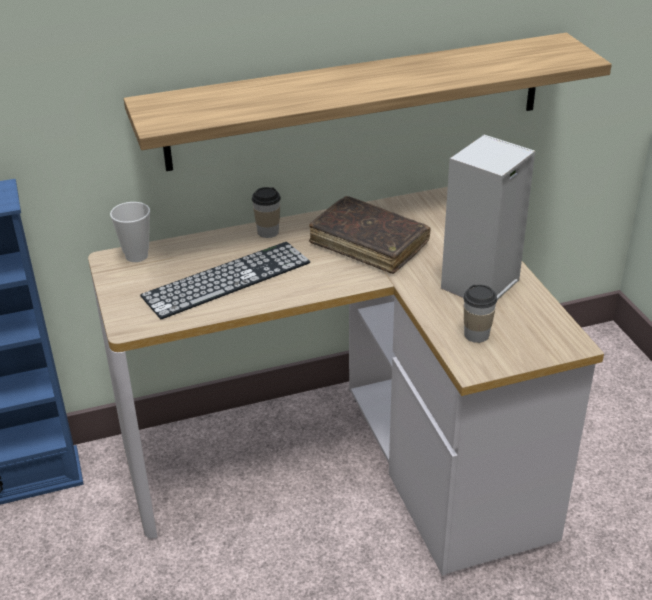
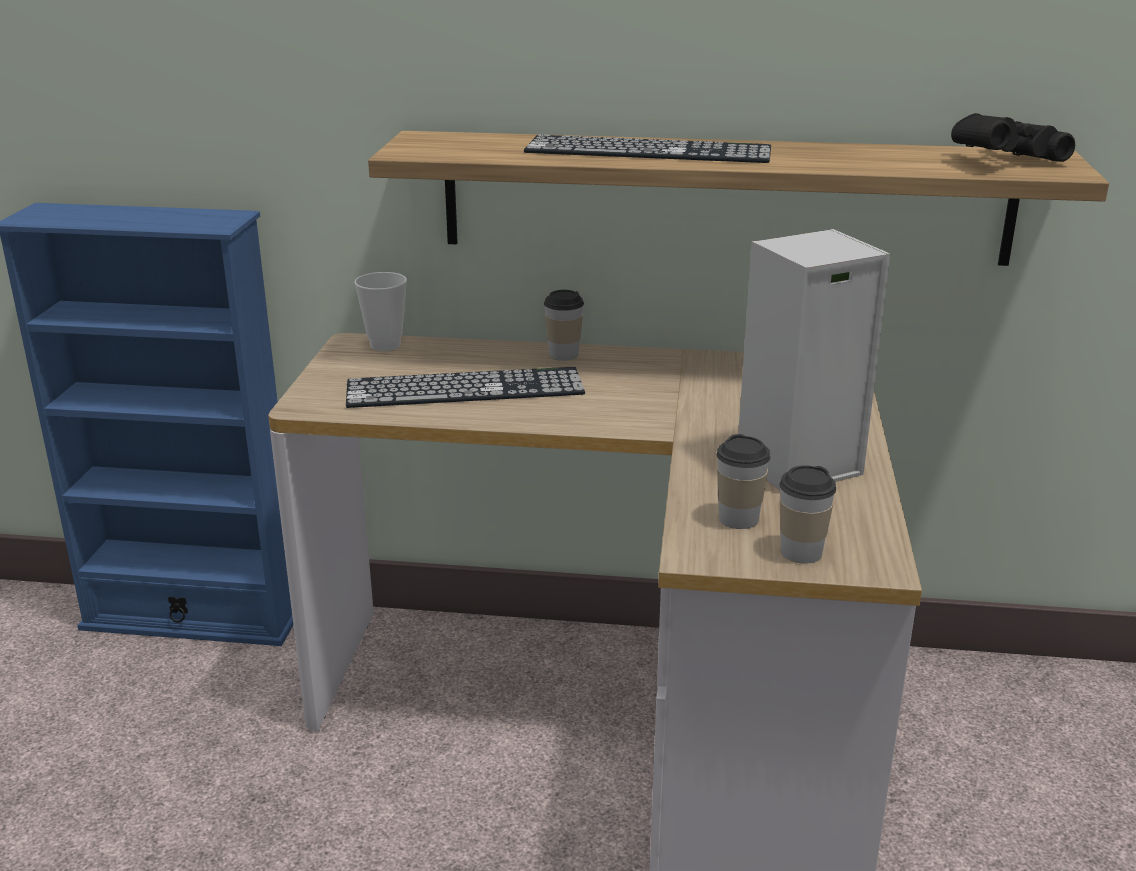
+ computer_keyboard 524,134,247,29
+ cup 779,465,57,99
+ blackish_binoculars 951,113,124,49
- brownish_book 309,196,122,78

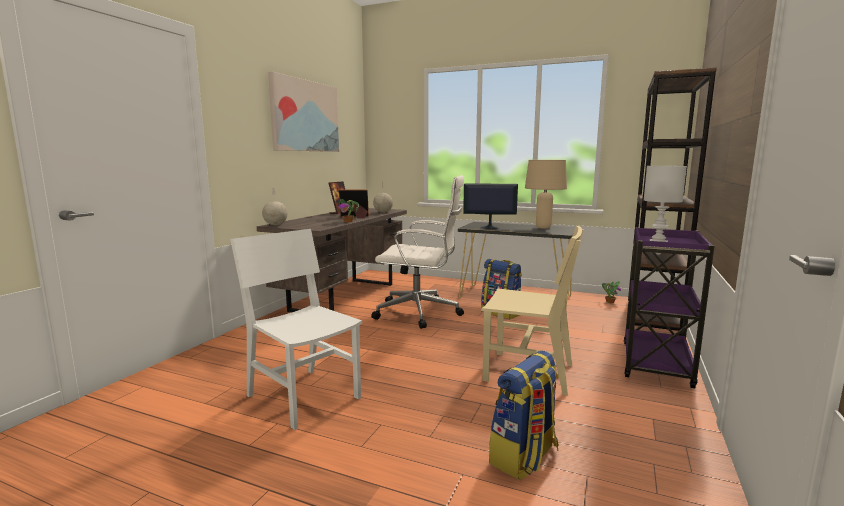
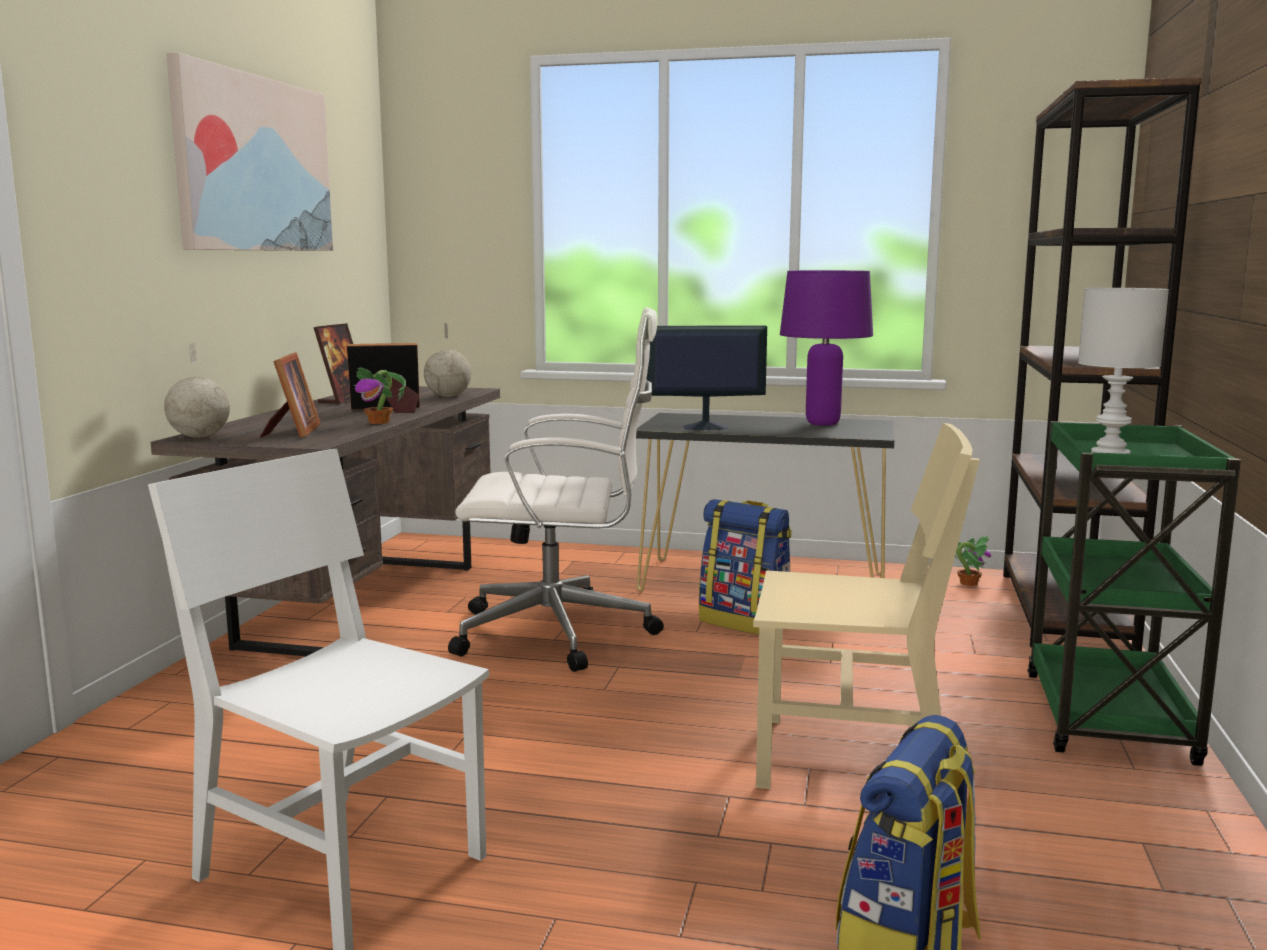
+ standing_frame 260,352,61,86
~ beige_tabletop_lamp 525,160,42,69 to purple_tabletop_lamp 780,270,93,156
~ purple_cart 624,227,90,161 to greenish_cart 1027,421,214,345

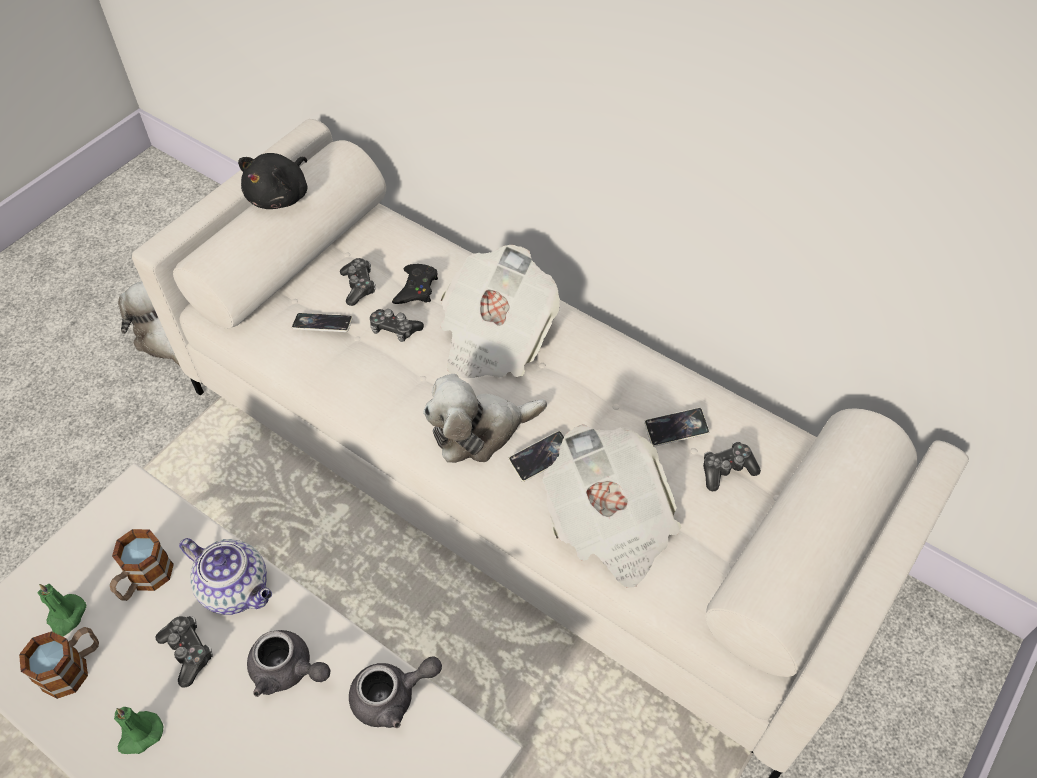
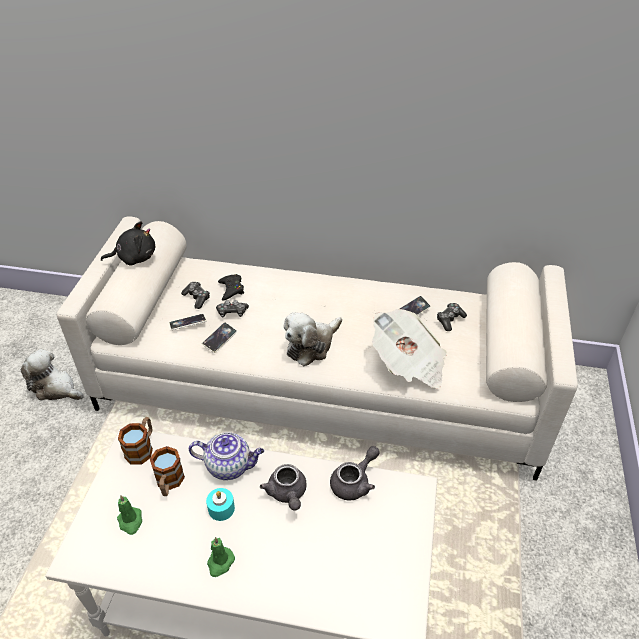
~ blackish_soft_toy 238,153,69,56 = 101,221,54,44 105 degrees counterclockwise
~ tea_mug 19,627,80,72 to 118,417,35,48
~ handset 508,431,56,51 to 202,322,35,31
~ game_controller 155,616,58,72 to blue-green_wax_candle 206,488,29,33
~ grey_pot_for_tea 247,630,83,67 = 260,464,47,47 75 degrees clockwise
- daily_paper 440,245,120,133

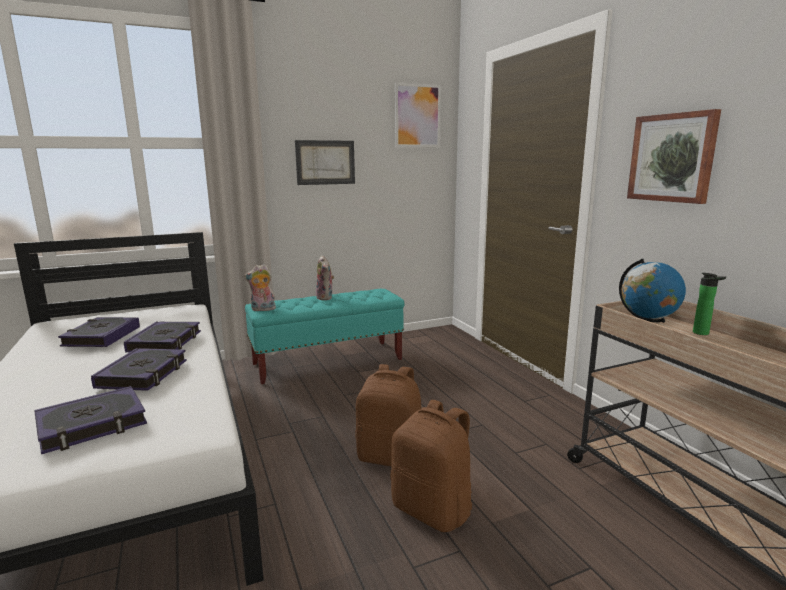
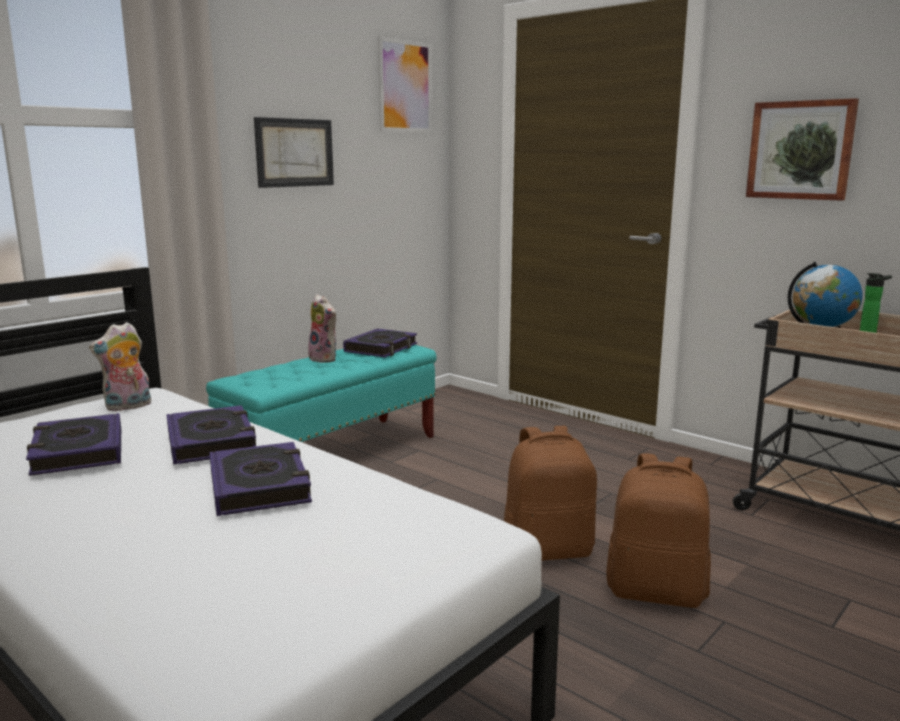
~ soft_toy 244,264,32,47 to 89,322,62,89
~ book 35,386,112,68 to 343,328,74,29

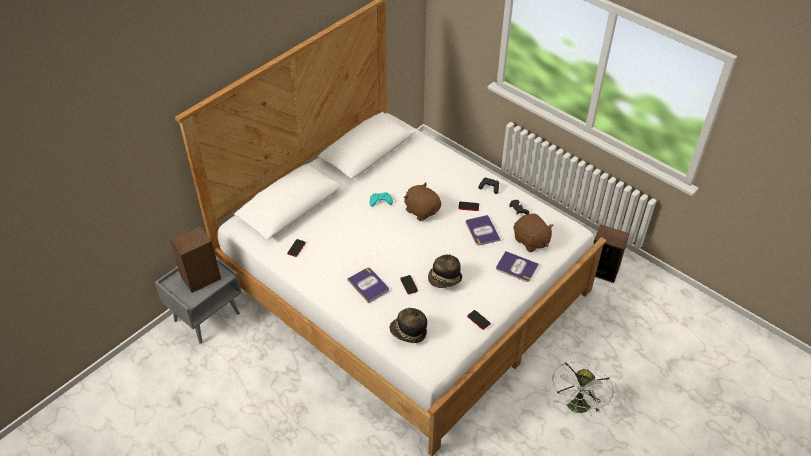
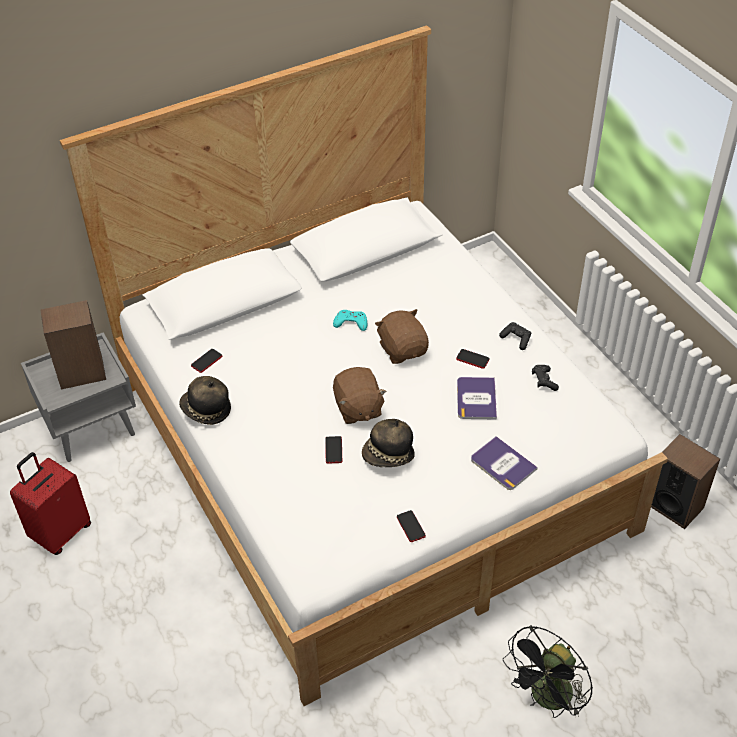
+ reddish_piece_of_luggage 10,452,81,103
~ clothing_hat 389,308,38,35 to 179,376,52,49
~ brownish_soft_toy 513,214,41,38 to 333,367,54,57
~ whitish_electric_fan 550,362,64,54 to blackish_electric_fan 503,625,90,93
- book 347,268,42,35

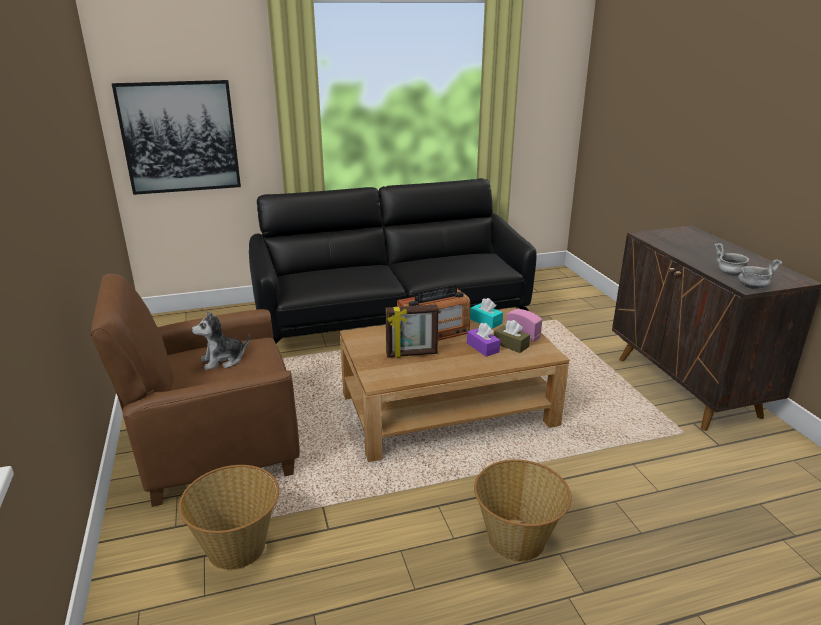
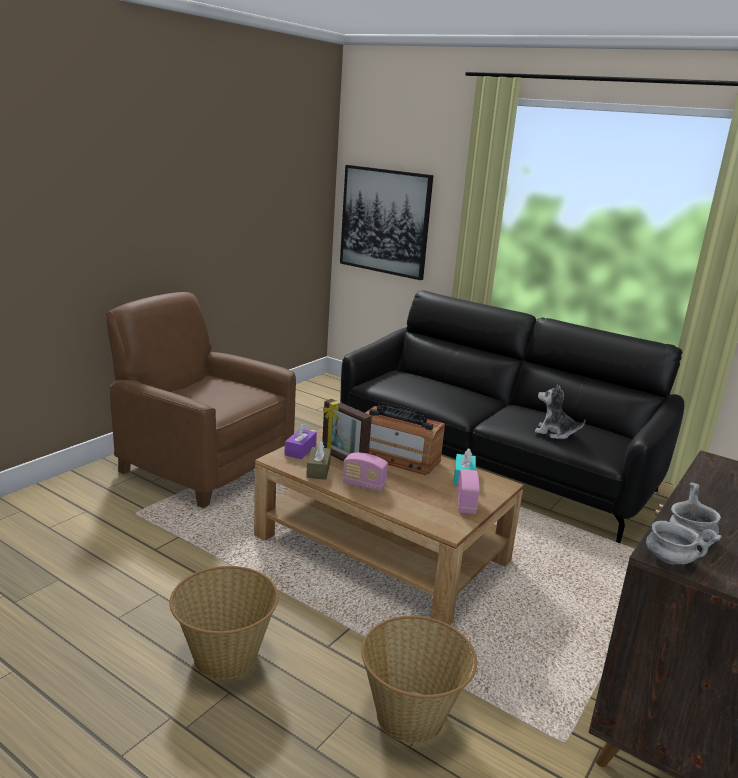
~ purple_tissue_holder 467,323,33,34 to 284,423,33,36
~ brownish_tissue_holder 494,320,36,33 to 306,441,25,39
+ radio_receiver 342,453,46,38
~ storage_basket 179,465,100,105 to 361,616,116,128
~ soft_toy 192,311,58,59 to 535,384,51,55

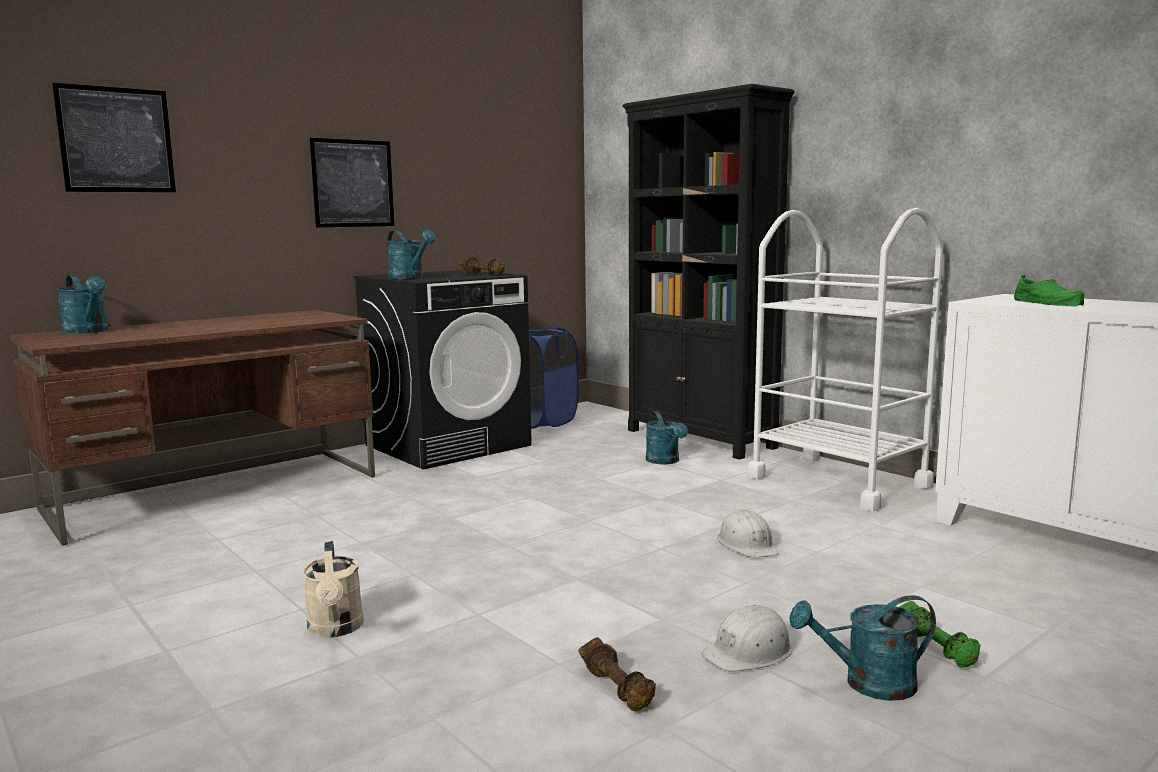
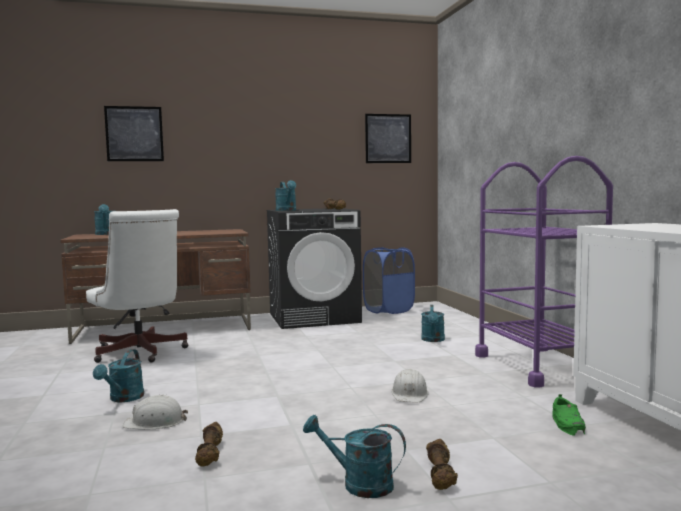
+ whitish_computer_chair 86,209,102,154
~ beige_watering_pot 303,541,61,96 to blue-green_watering_pot 93,349,51,53
~ whitish_hard_hat 702,604,90,68 to 123,395,65,35
~ wall_picture 310,138,84,89 to 365,114,46,49
~ greenish_dumbbell 900,601,81,67 to brownish_dumbbell 426,439,32,51
~ whitish_cart 747,208,197,303 to purple_cart 475,156,138,231
~ greenish_item_of_footwear 1014,275,70,32 to 552,394,34,42
- blackish_bookcase 622,84,173,376

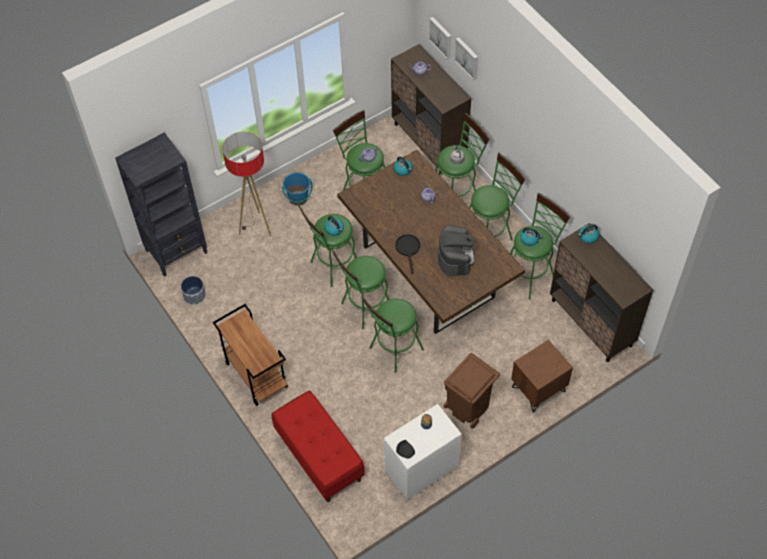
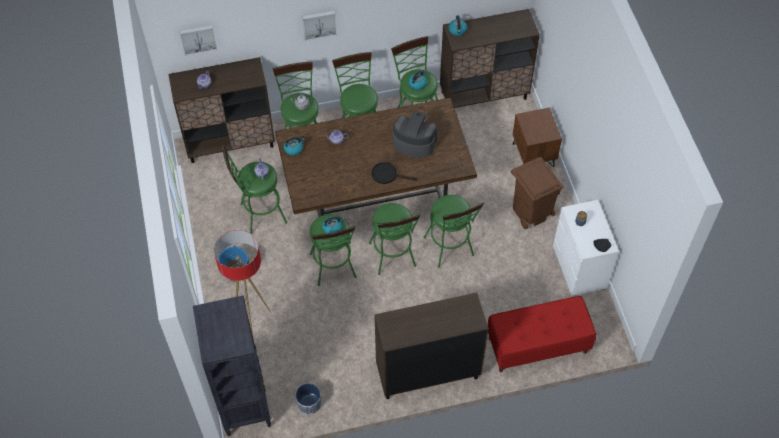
~ wall_picture 454,37,24,43 to 302,11,35,30
~ brownish_cart 213,304,75,102 to brownish_storage_cabinet 374,293,115,106

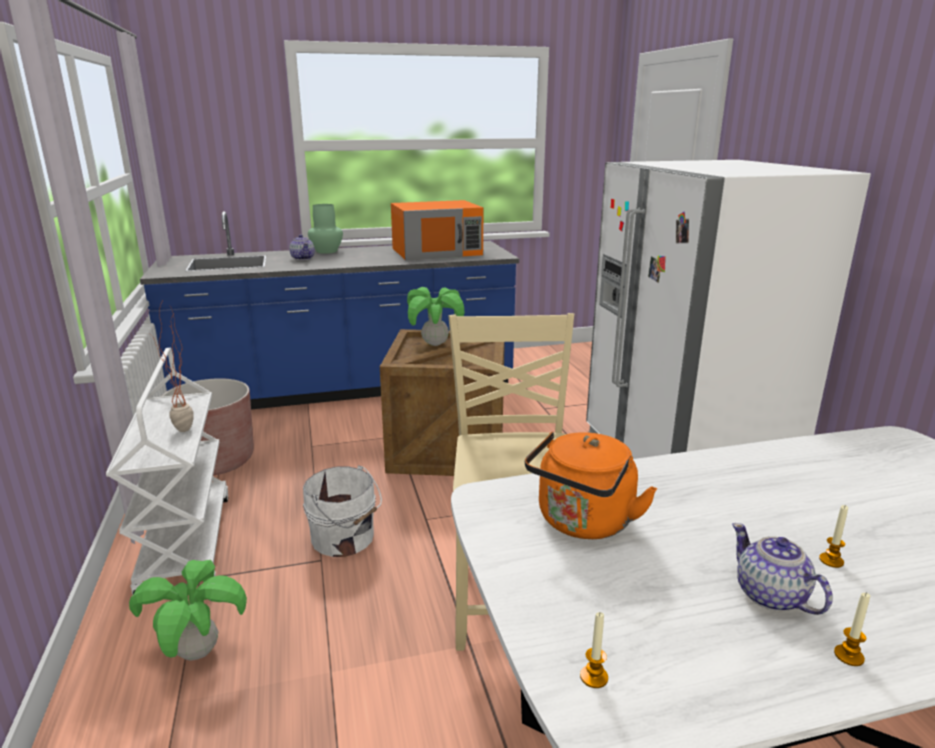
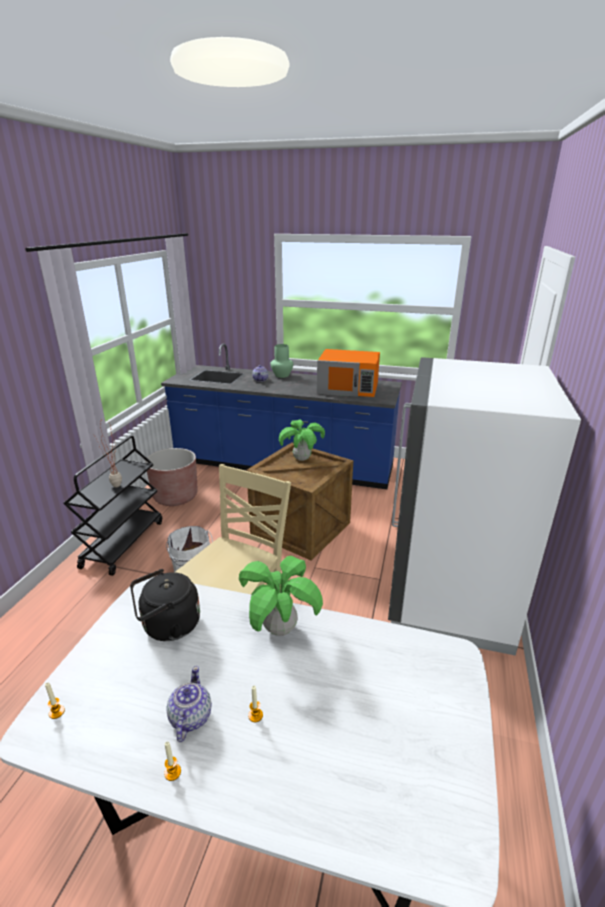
~ whitish_cart 106,348,123,247 to blackish_cart 63,436,99,140
~ orangey_tea_kettle 525,432,132,107 to blackish_tea_kettle 130,569,70,72
~ potted_plant 129,560,118,101 to 239,556,84,80

